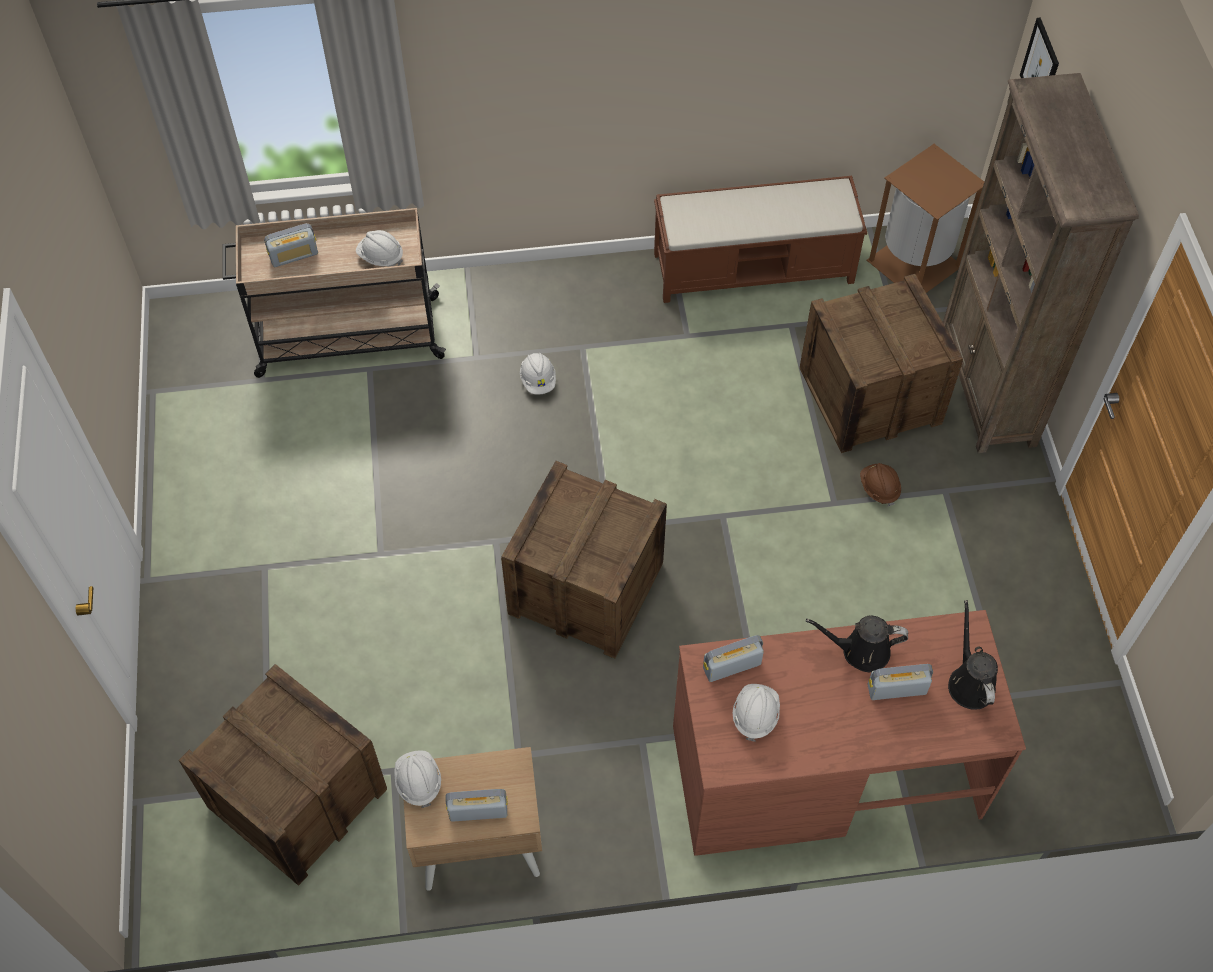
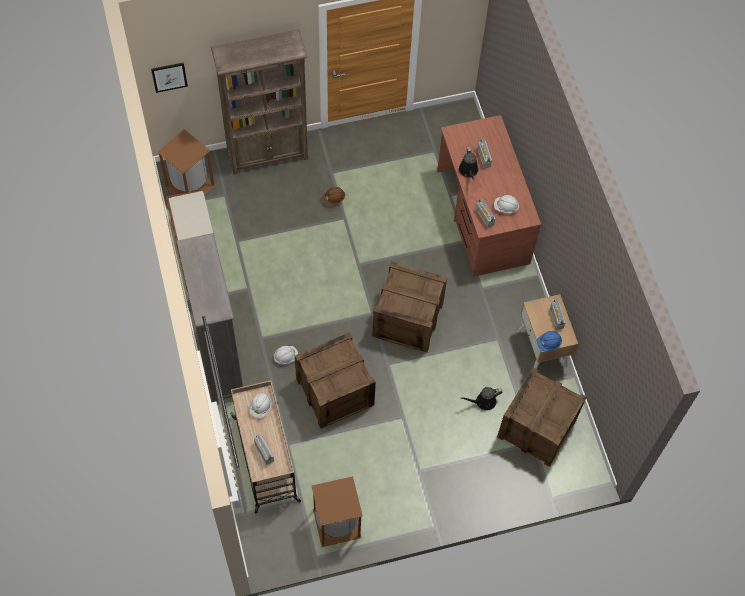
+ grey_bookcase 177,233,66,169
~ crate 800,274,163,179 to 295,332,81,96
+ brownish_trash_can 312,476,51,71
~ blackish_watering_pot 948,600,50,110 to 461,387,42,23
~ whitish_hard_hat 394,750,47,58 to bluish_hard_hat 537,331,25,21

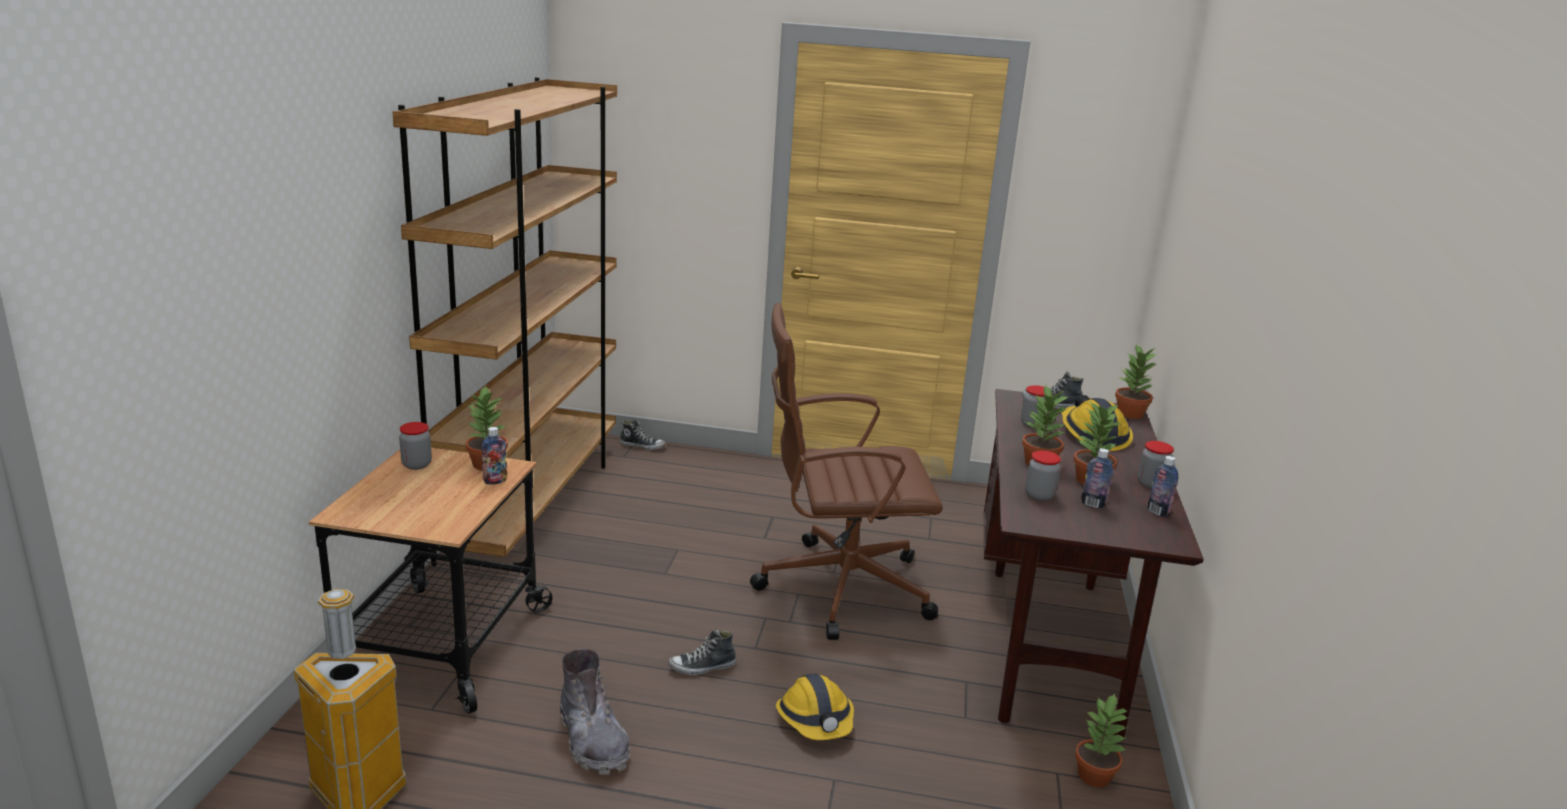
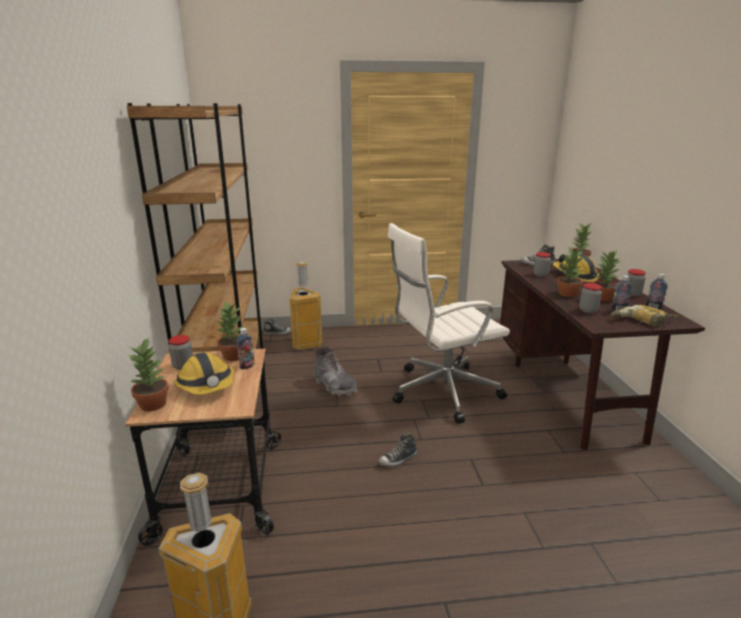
~ potted_plant 1075,694,54,94 to 128,338,41,73
~ hard_hat 776,674,78,66 to 174,352,60,43
+ trash_can 290,262,32,88
~ grey_boot 560,649,70,126 to 313,347,45,49
~ brownish_computer_chair 750,303,193,337 to whitish_computer_chair 388,223,122,201
+ drill 611,305,69,21

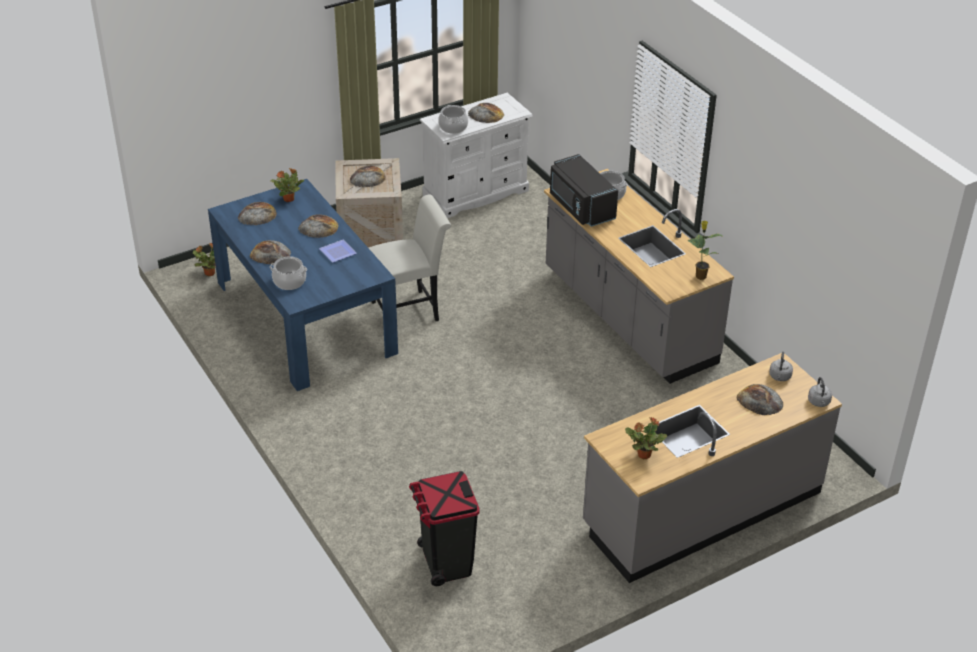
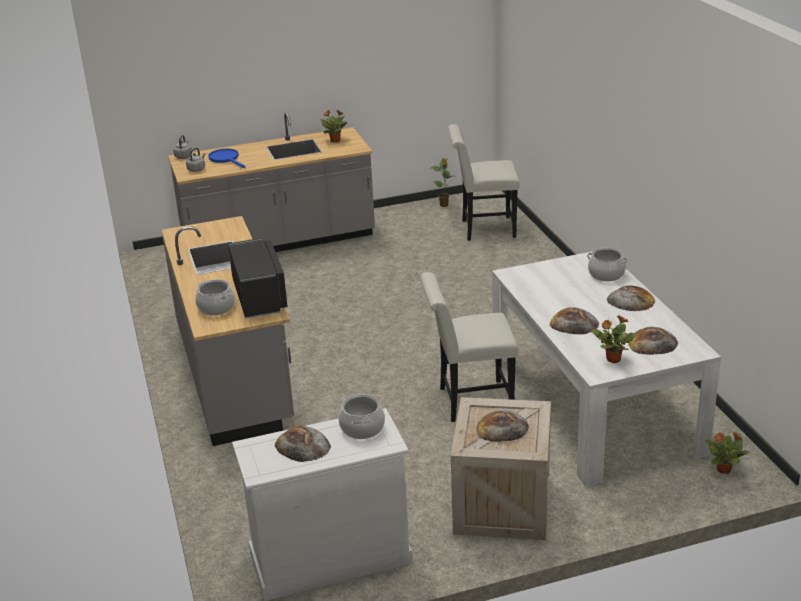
~ baked_bread 736,384,47,31 to bluish_frying_pan 208,149,37,19
~ potted_plant 687,221,37,59 to 431,158,21,49
~ blackish_trash_can 409,471,71,115 to whitish_upright_chair 448,124,72,117
~ bluish_dinner_table 208,179,190,212 to whitish_dinner_table 492,251,229,236
- plate 319,240,38,23

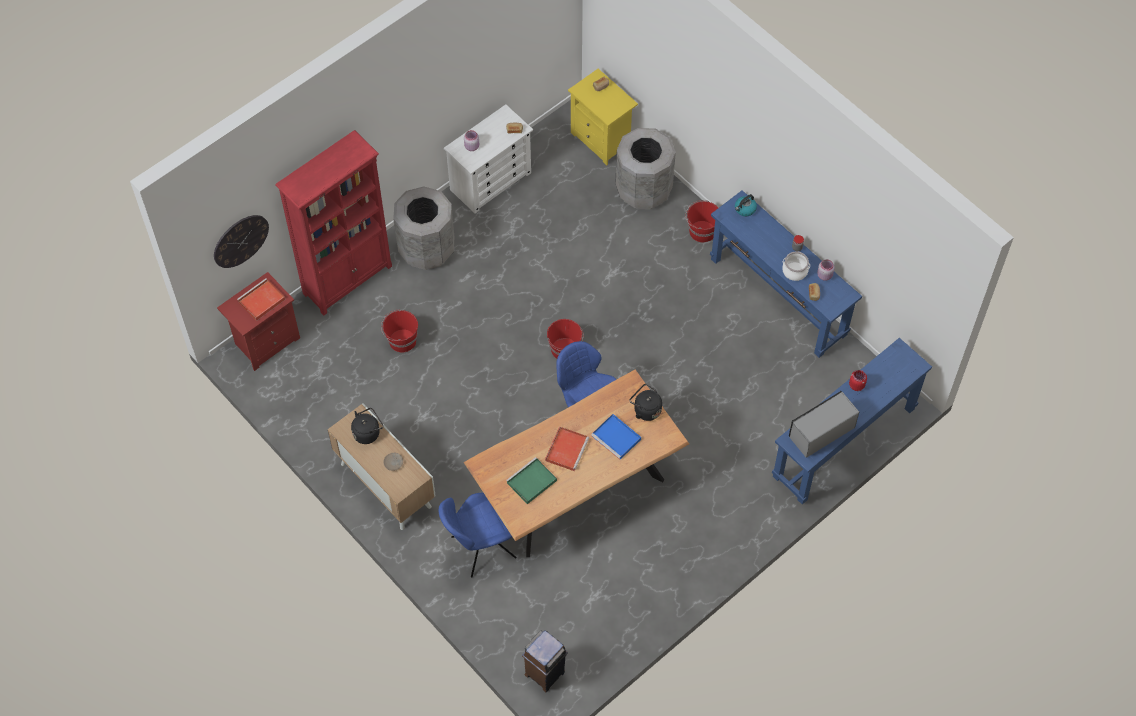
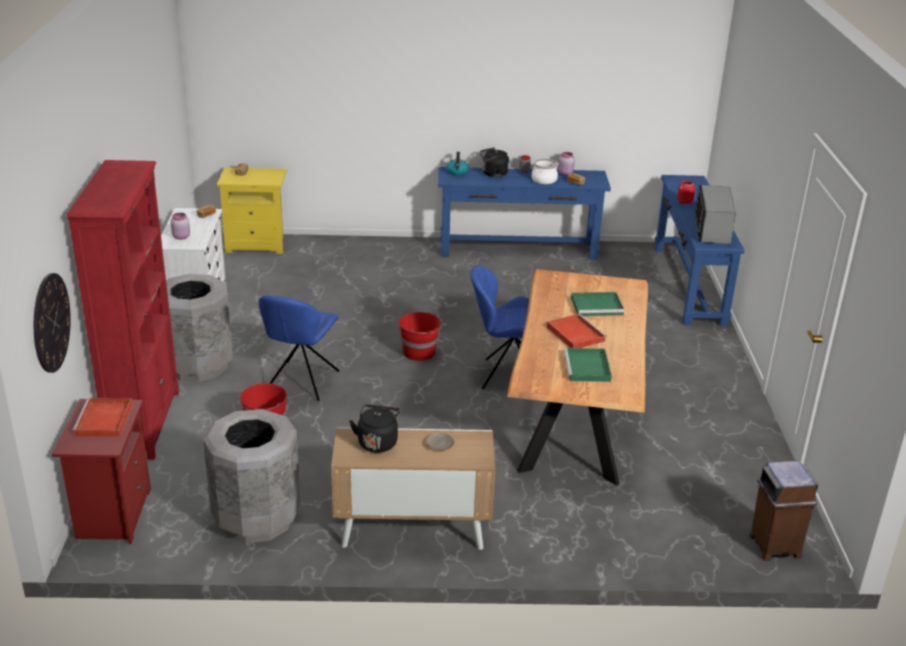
~ grey_trash_can 615,128,61,82 to 203,409,97,134
~ bluish_upright_chair 439,492,78,86 to 259,295,81,106
~ blackish_tea_kettle 629,384,33,37 to 480,147,29,30
~ bluish_serving_tray 591,414,50,45 to greenish_serving_tray 571,292,53,25
- reddish_water_bucket 685,200,33,42

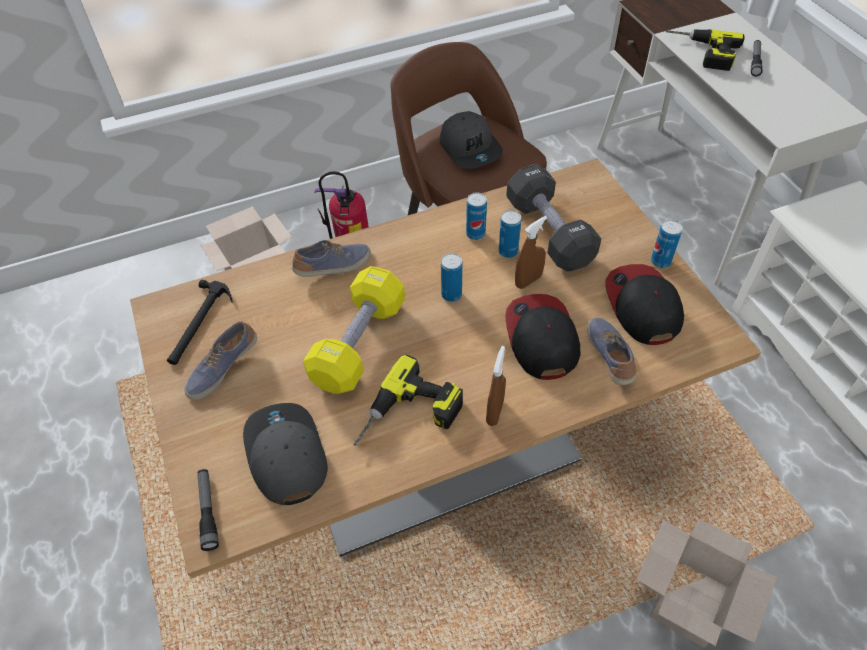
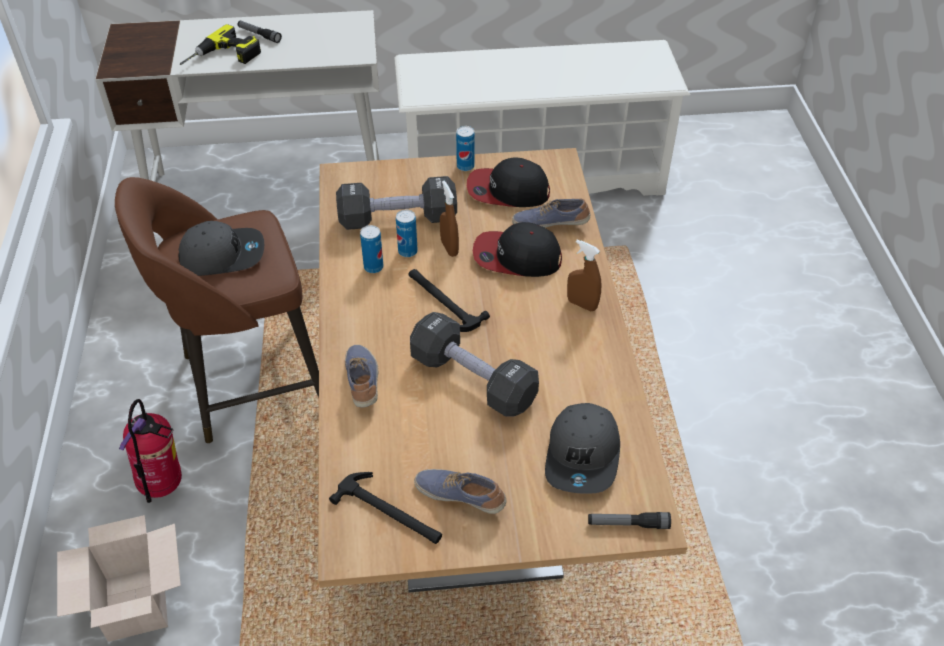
~ can 441,253,21,49 to tool_hammer 408,269,82,63
~ yellow_dumbbell 303,266,102,128 to blackish_dumbbell 410,312,129,105
~ item_of_footwear 184,321,73,79 = 414,469,93,45 150 degrees clockwise
~ grey_baseball_cap 243,403,85,102 = 545,403,75,91 75 degrees counterclockwise
- drill 353,355,110,91
- packing_box 637,518,140,130

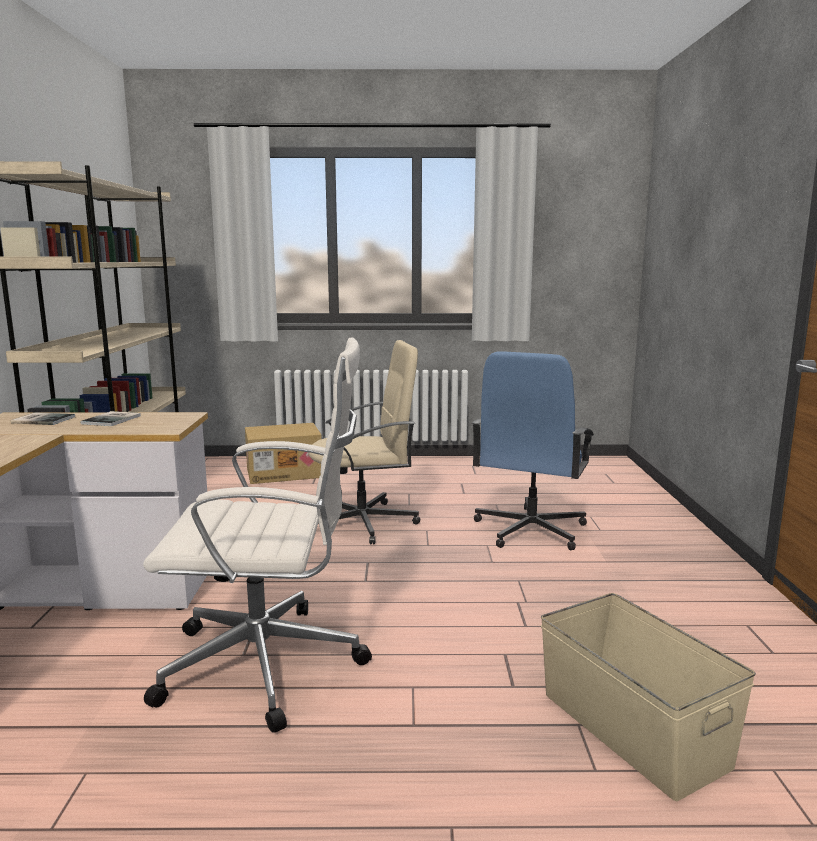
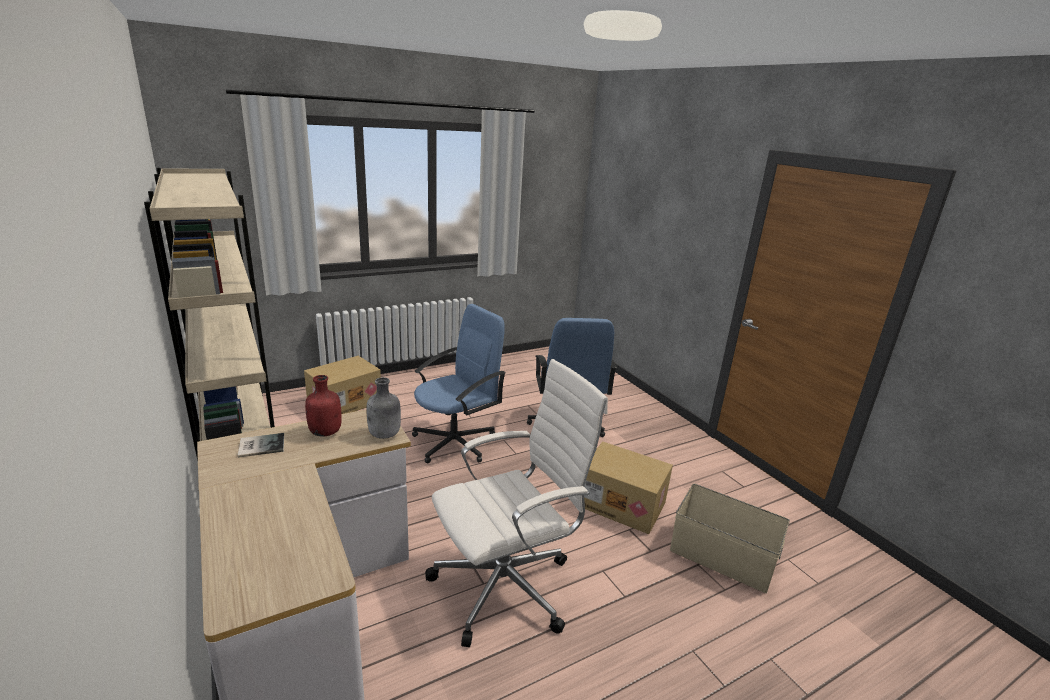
~ book 80,411,61,15 to reddish_bottle 305,375,37,62
+ grey_bottle 366,377,35,62
~ beige_computer_chair 308,340,112,205 to bluish_computer_chair 412,304,94,160
+ packing_box 584,441,89,93

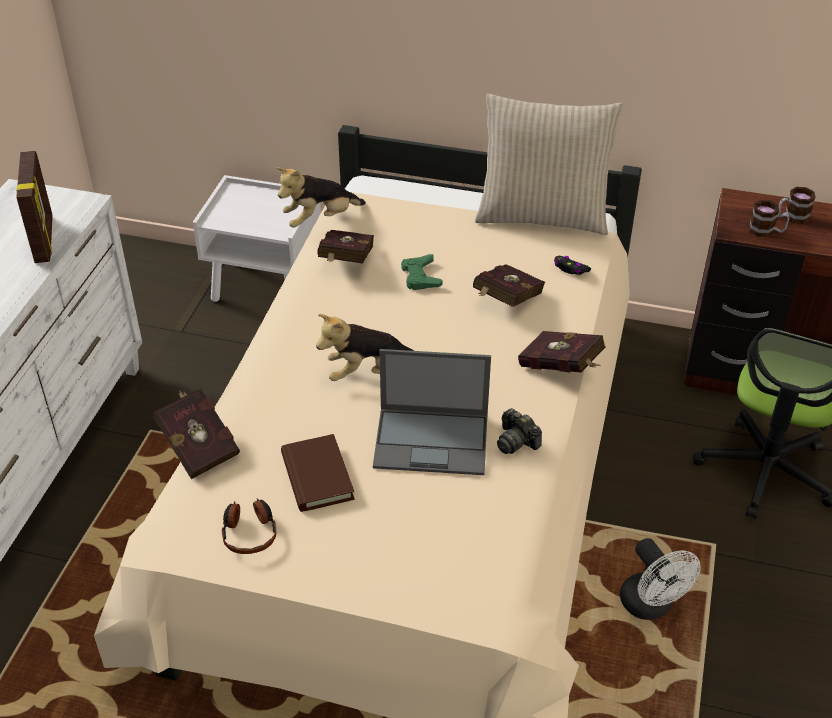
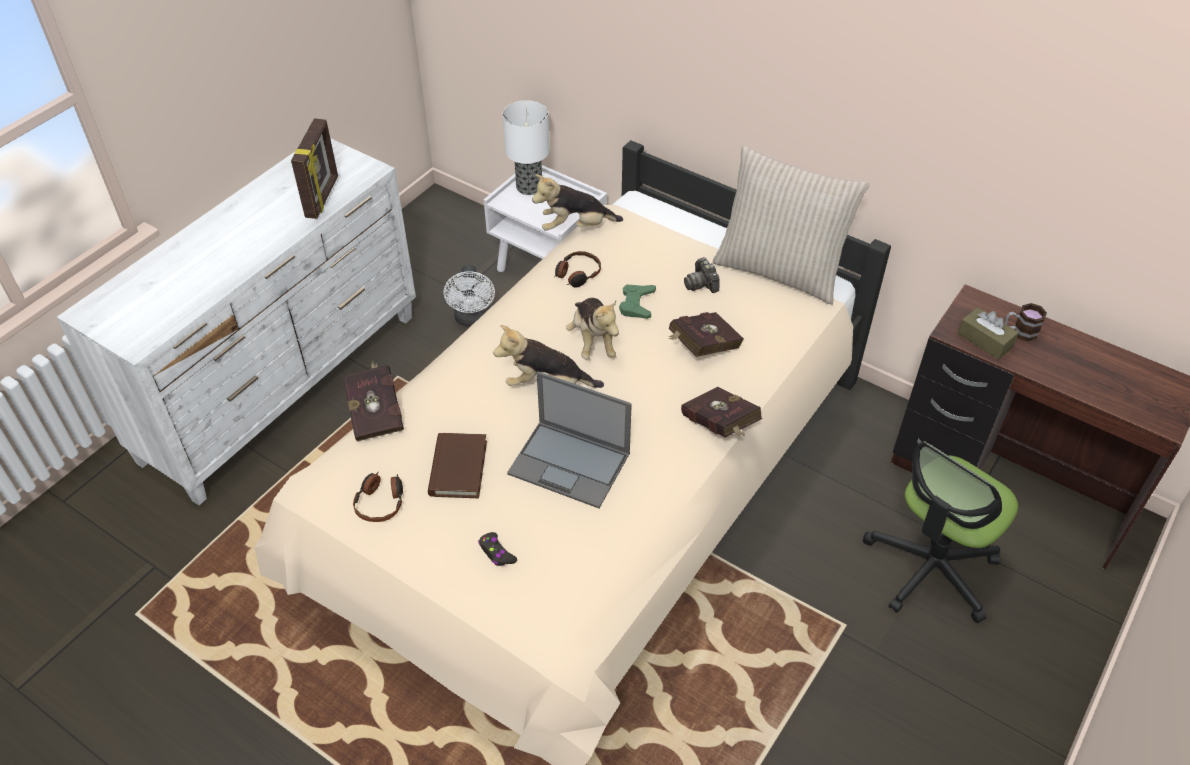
~ whitish_electric_fan 620,538,81,82 to 444,264,51,63
~ blackish_game_controller 554,256,37,19 to 478,532,39,34
+ tabletop_lamp 503,100,47,95
~ reddish_book 317,230,57,33 to headset 555,251,46,37
+ soft_toy 566,298,53,61
~ still_camera 497,408,45,46 to 684,257,35,36
~ tea_mug 748,200,41,37 to brownish_tissue_holder 957,307,62,53

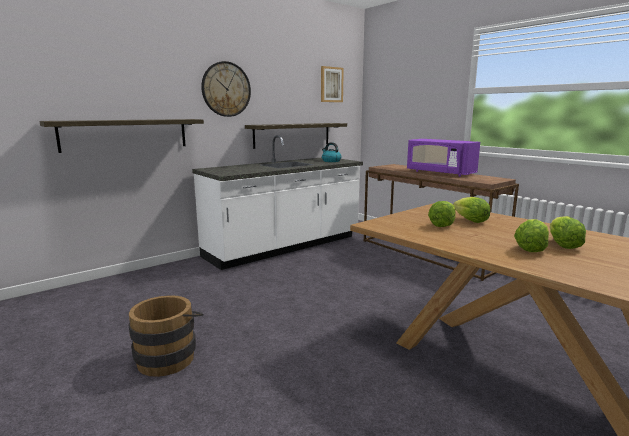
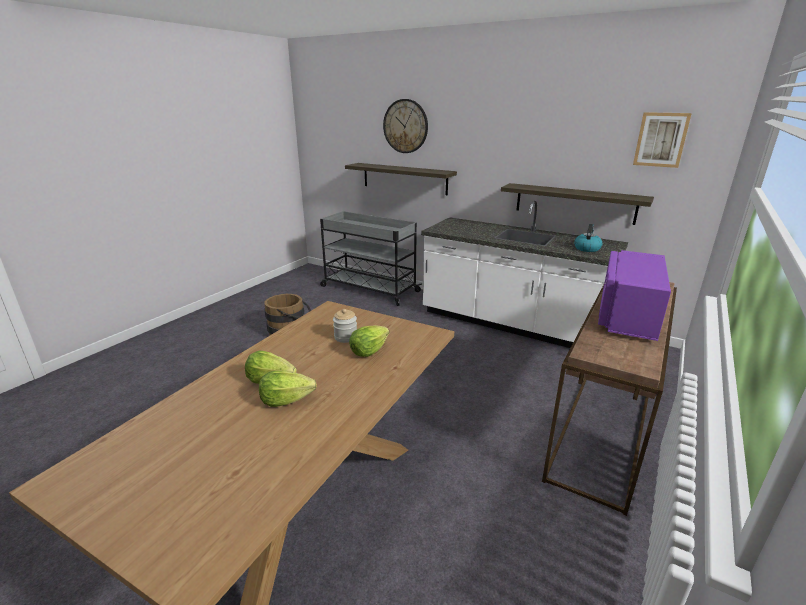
+ grey_cart 320,211,102,95
~ lettuce 428,201,28,26 to preserve_jar 333,309,24,34
~ hanging_clock 201,61,50,56 to 383,99,45,54

